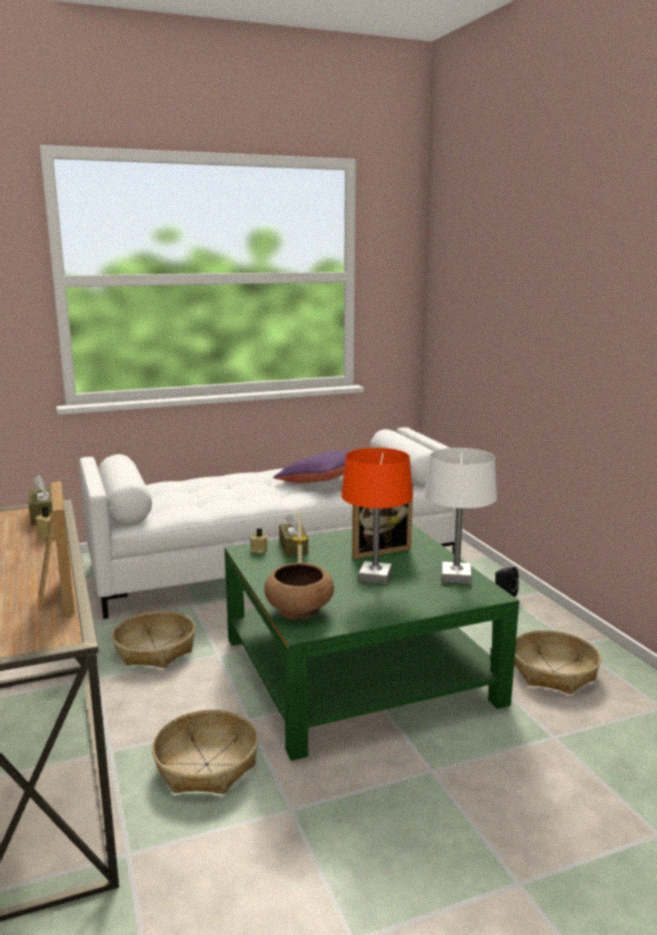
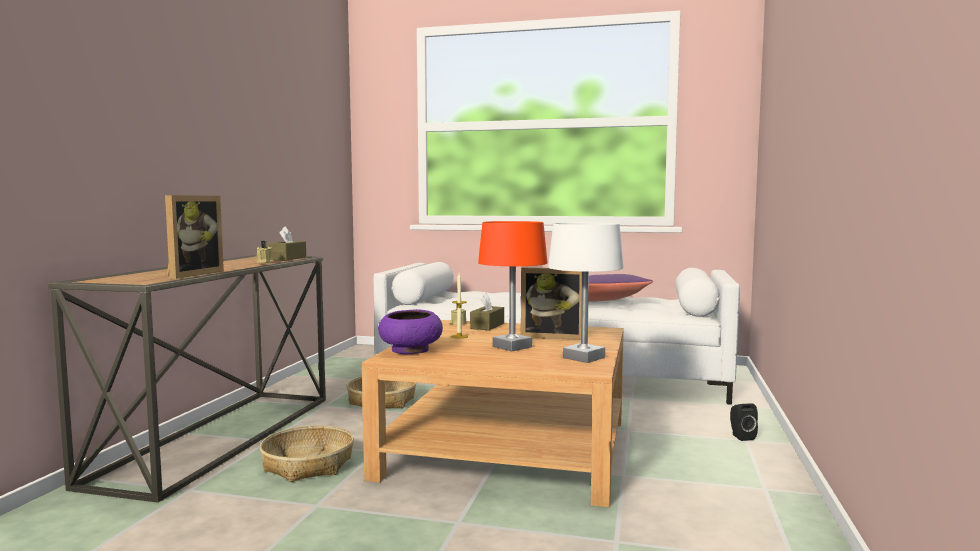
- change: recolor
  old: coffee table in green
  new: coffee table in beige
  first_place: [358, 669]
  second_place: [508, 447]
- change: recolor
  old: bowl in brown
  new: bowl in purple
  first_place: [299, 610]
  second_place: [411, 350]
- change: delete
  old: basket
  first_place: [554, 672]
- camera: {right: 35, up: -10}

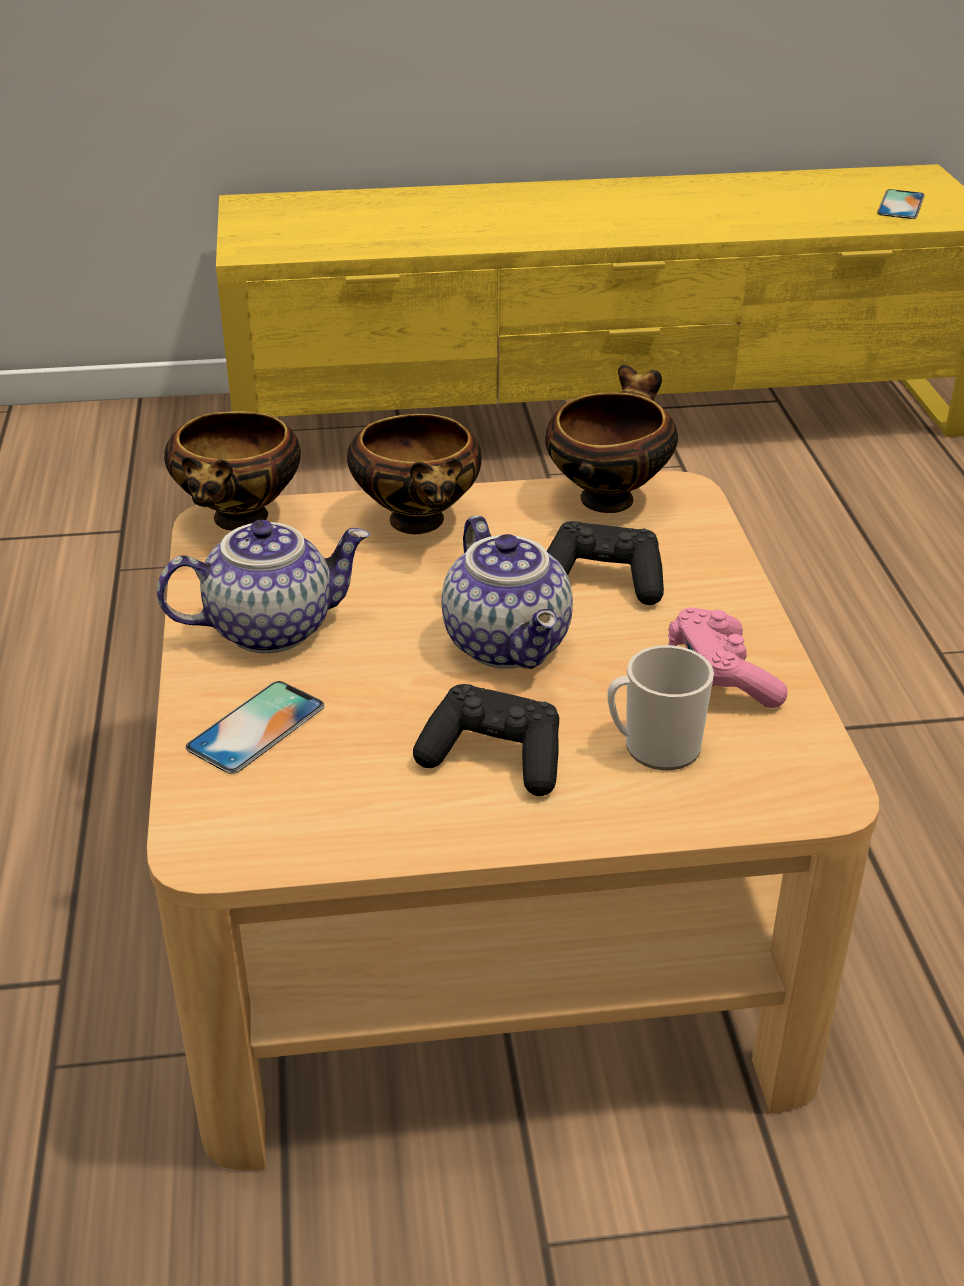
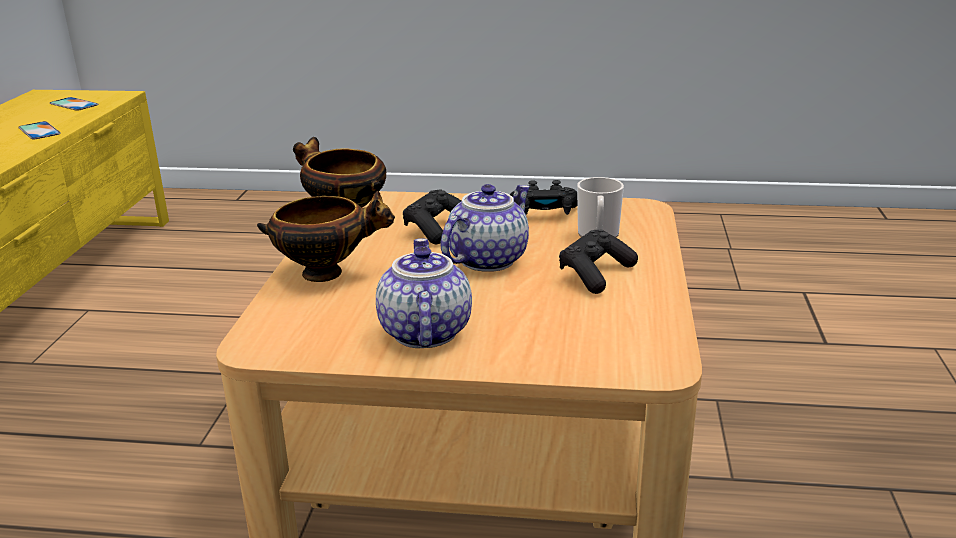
- change: delete
  old: bowl
  first_place: [240, 521]
- change: rotate
  old: teapot
  first_place: [510, 644]
  second_place: [487, 259]
  degrees: -45
- change: recolor
  old: game controller in pink
  new: game controller in black
  first_place: [720, 677]
  second_place: [544, 214]
- change: move
  old: phone
  first_place: [256, 727]
  second_place: [39, 131]
- camera: {right: -75, up: -10}

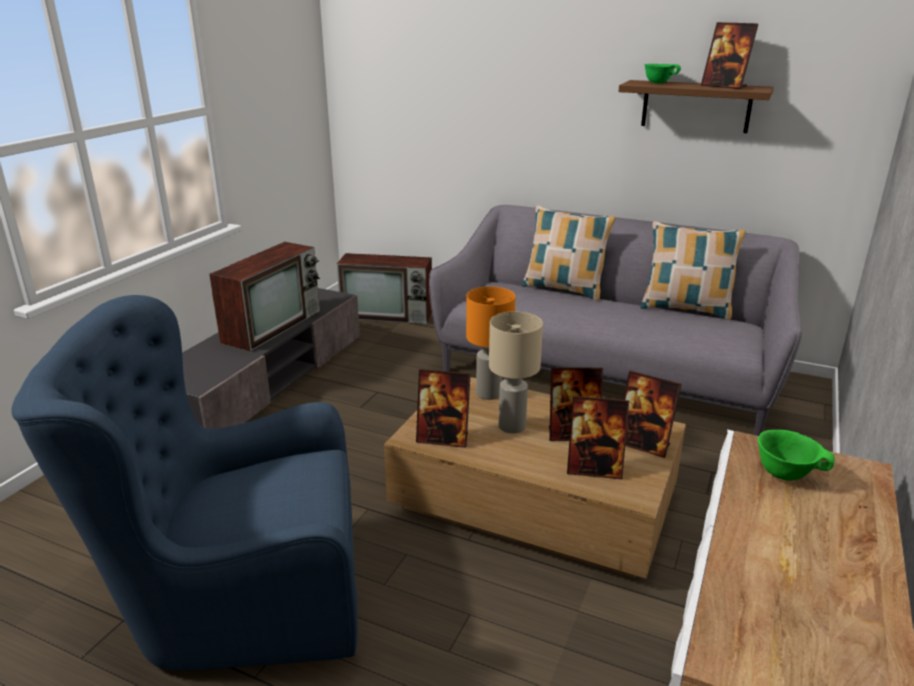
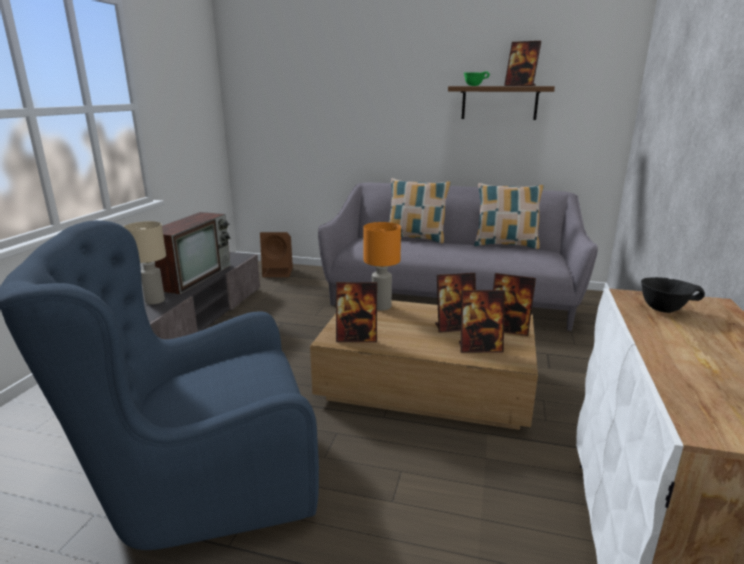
- change: replace
  old: television
  new: speaker in brown
  first_place: [389, 314]
  second_place: [278, 272]
- change: move
  old: table lamp in beige
  first_place: [511, 426]
  second_place: [154, 301]
- change: recolor
  old: bowl in green
  new: bowl in black
  first_place: [785, 474]
  second_place: [663, 309]
- camera: {right: -10, up: -5}

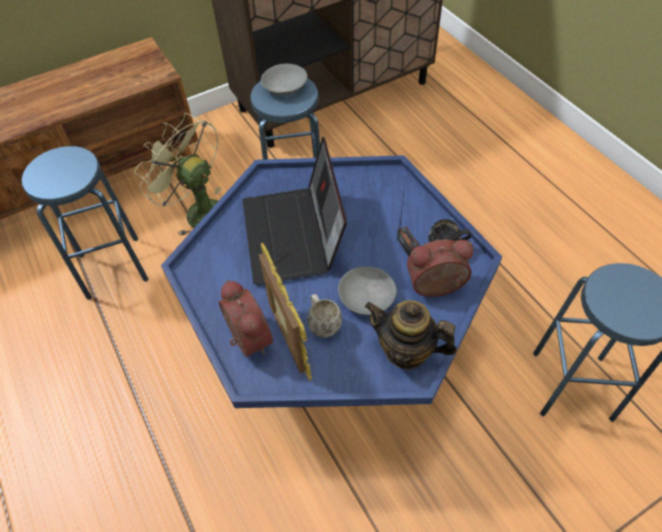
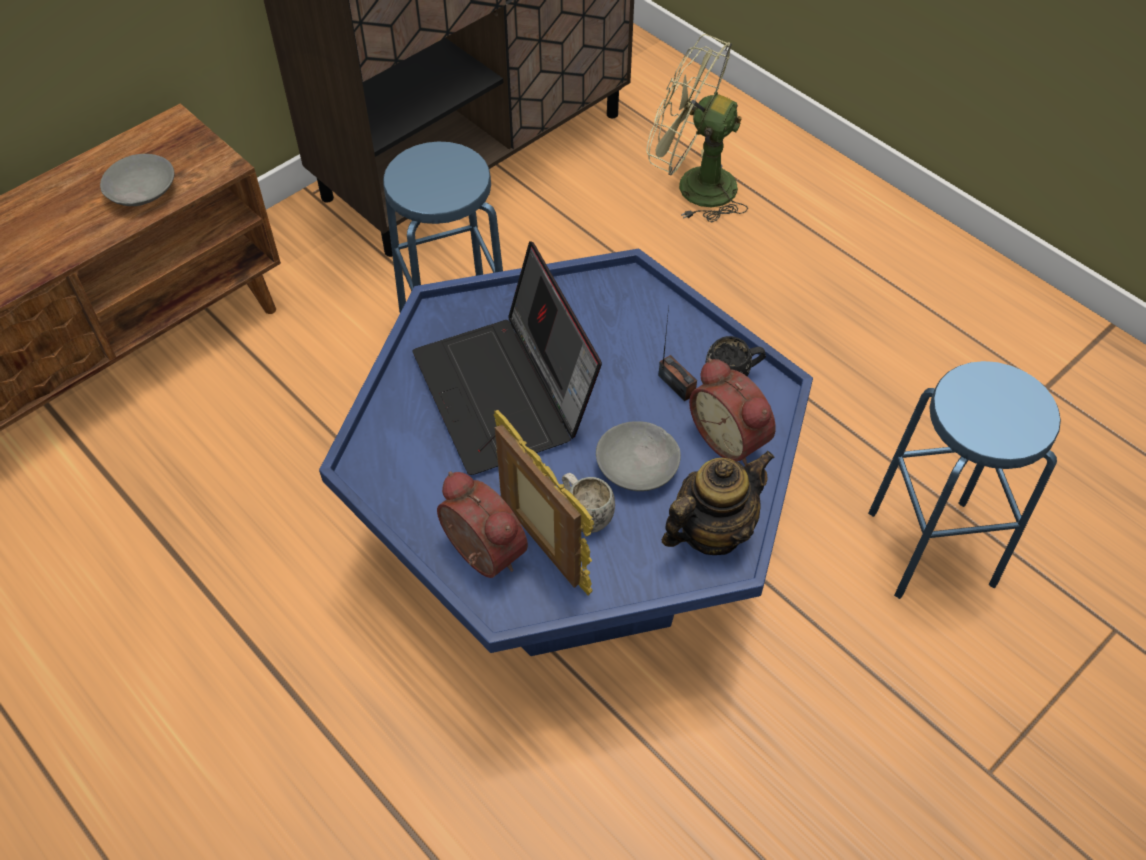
- change: move
  old: bowl in grey
  first_place: [284, 87]
  second_place: [141, 192]
- change: move
  old: fan in green
  first_place: [198, 212]
  second_place: [693, 186]
- change: delete
  old: stool in blue
  first_place: [113, 267]
- change: rotate
  old: alarm clock
  first_place: [436, 288]
  second_place: [731, 437]
  degrees: -105
- change: rotate
  old: teapot
  first_place: [406, 351]
  second_place: [711, 531]
  degrees: 135
- camera: {right: -15, up: 0}

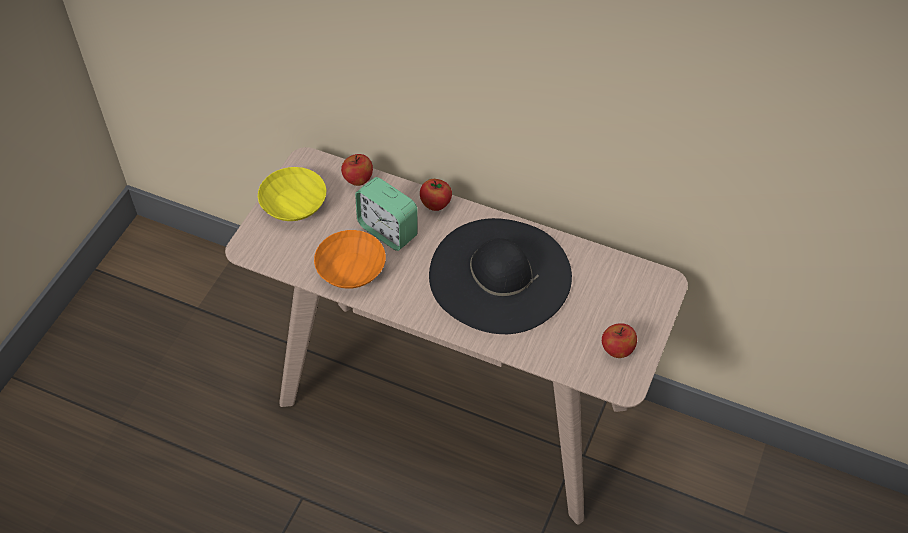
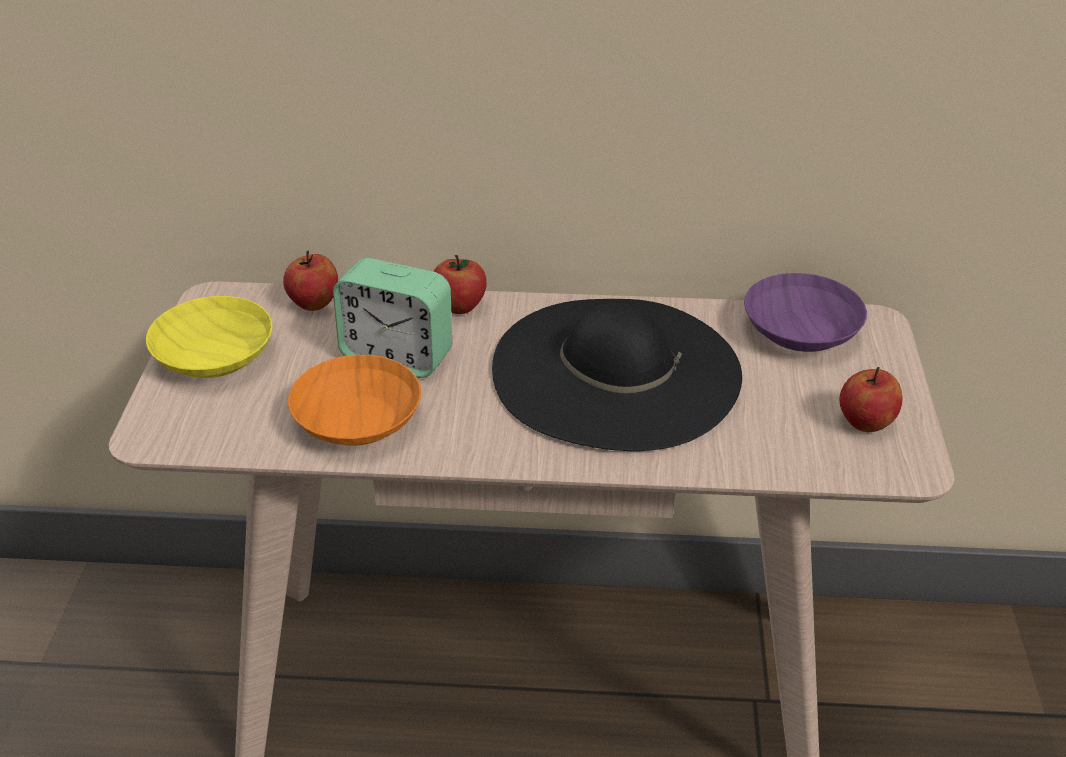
- change: insert
  new: bowl in purple
  second_place: [802, 334]
- camera: {right: -20, up: -15}

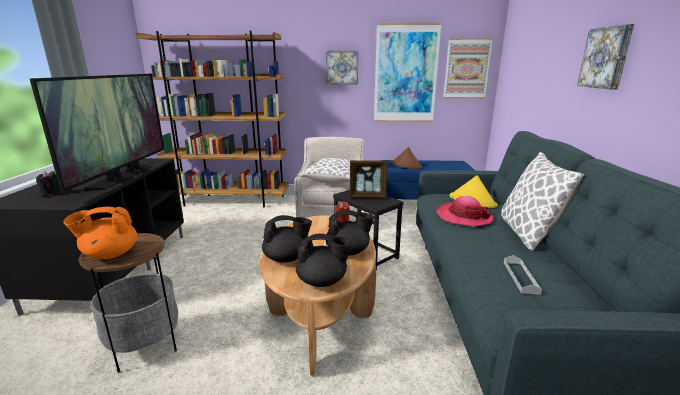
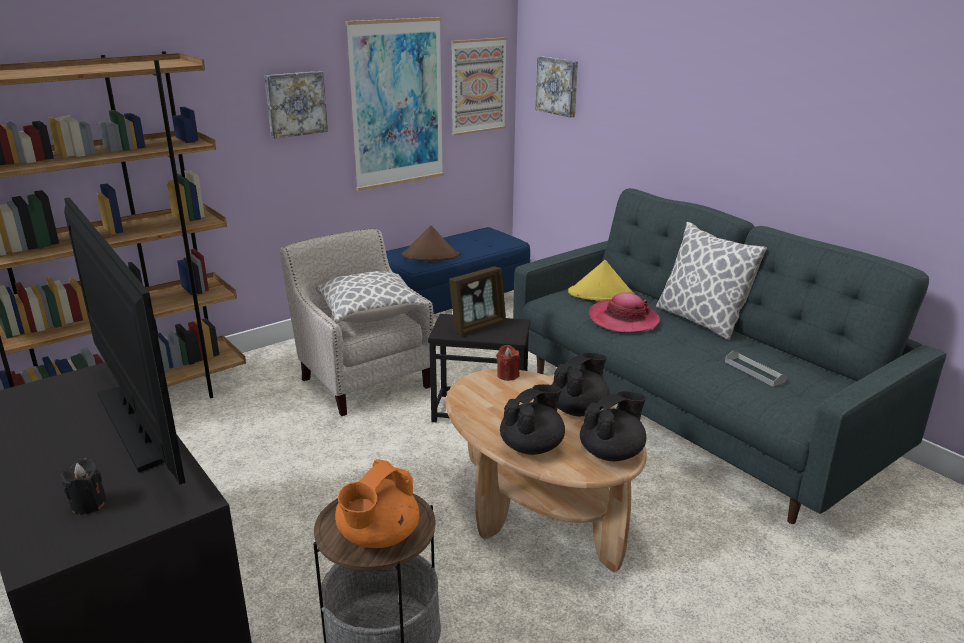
- change: move
  old: picture
  first_place: [606, 58]
  second_place: [558, 86]
- camera: {right: -40, up: 5}

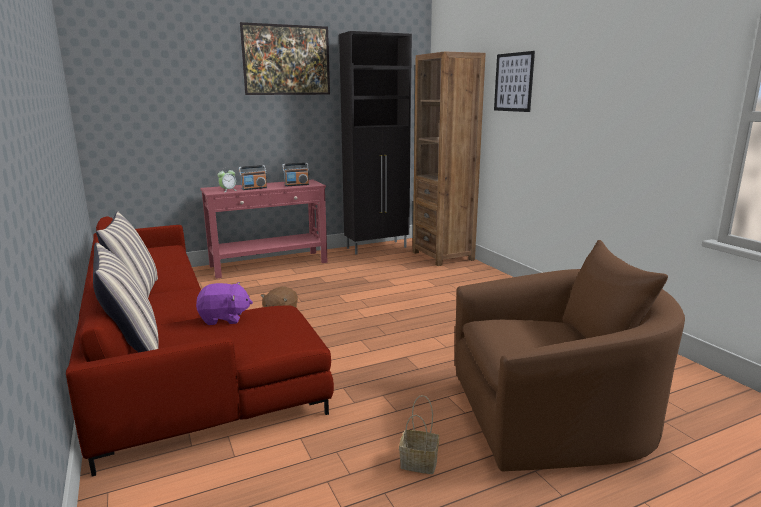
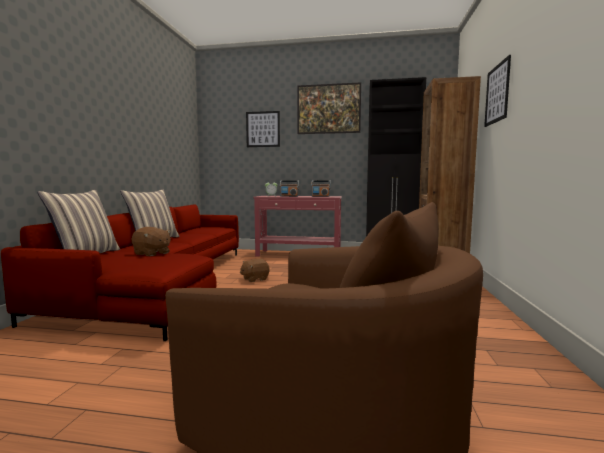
- change: recolor
  old: plush toy in purple
  new: plush toy in brown
  first_place: [224, 318]
  second_place: [152, 253]
- change: delete
  old: basket
  first_place: [417, 463]
- change: insert
  new: picture
  second_place: [263, 129]
- camera: {right: 35, up: -10}

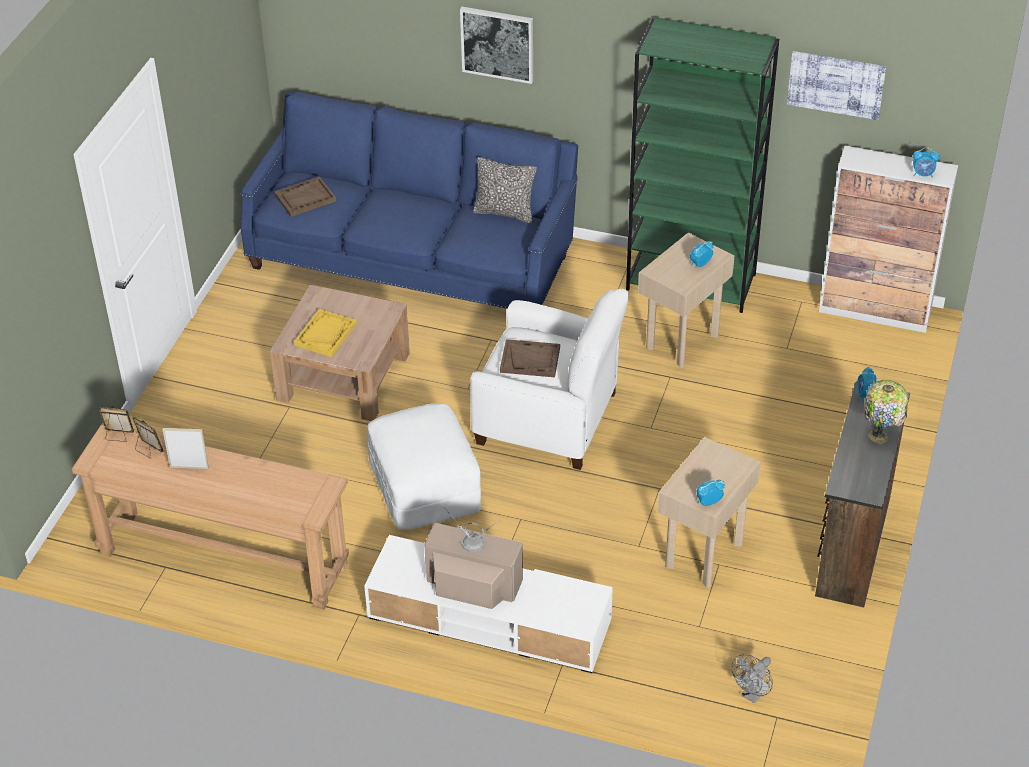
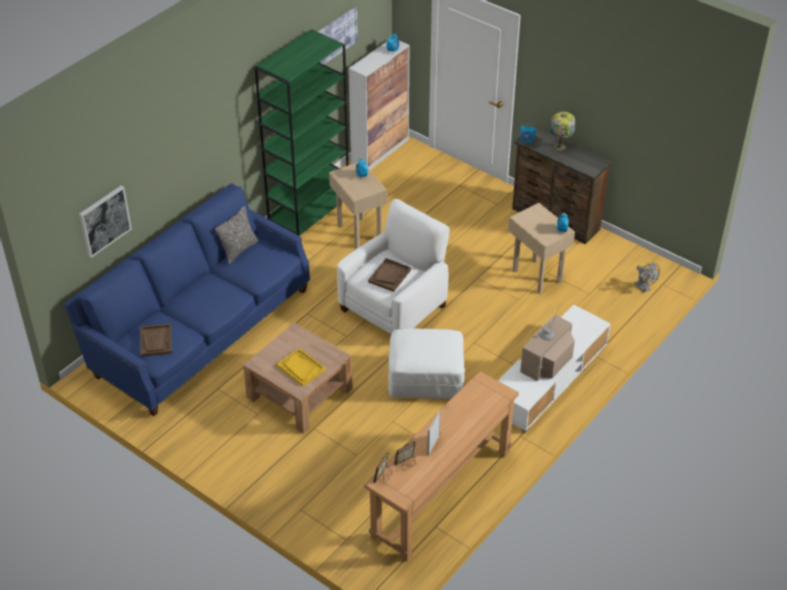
- change: move
  old: picture
  first_place: [497, 44]
  second_place: [104, 220]
- camera: {right: -70, up: 0}

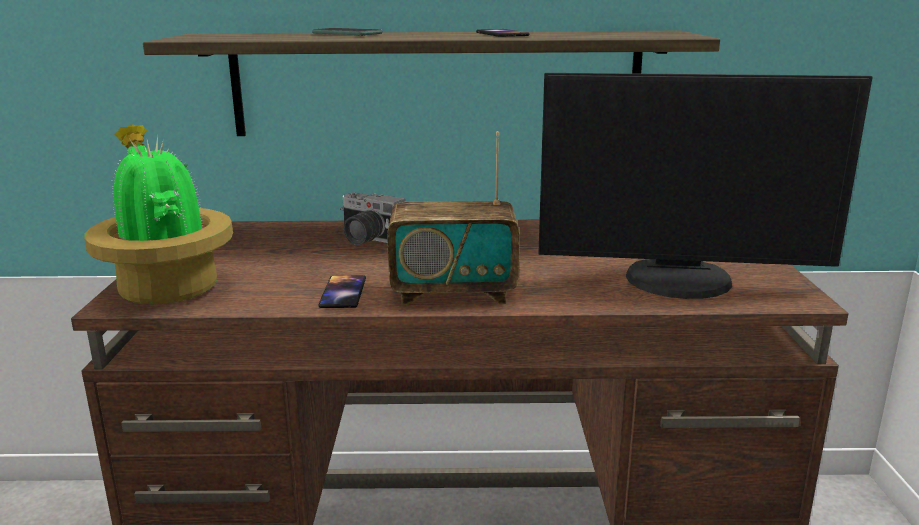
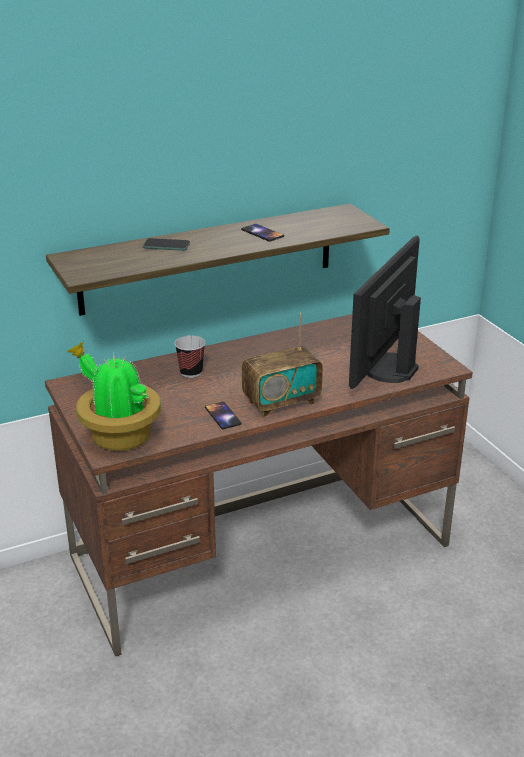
- change: rotate
  old: monitor
  first_place: [679, 281]
  second_place: [387, 368]
  degrees: 135
- change: replace
  old: photo camera
  new: cup
  first_place: [367, 240]
  second_place: [191, 372]
- camera: {right: -25, up: 10}

